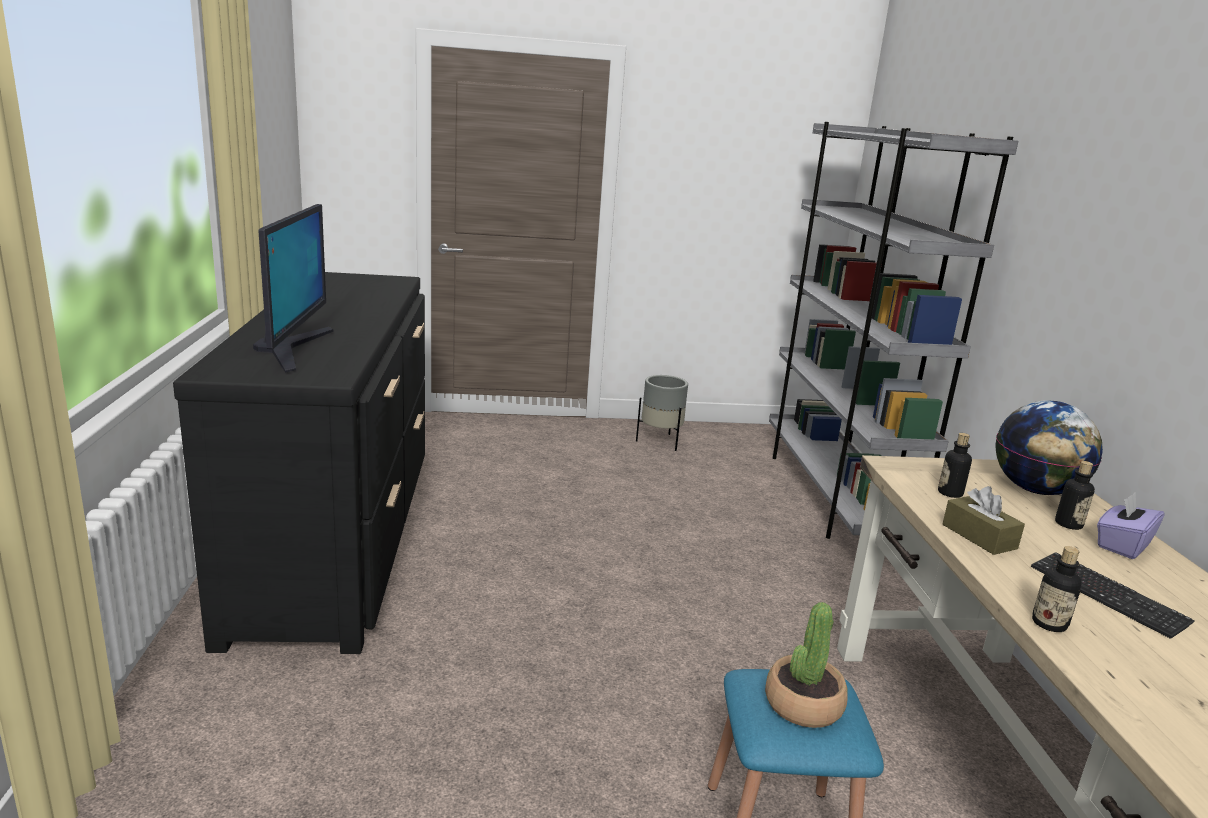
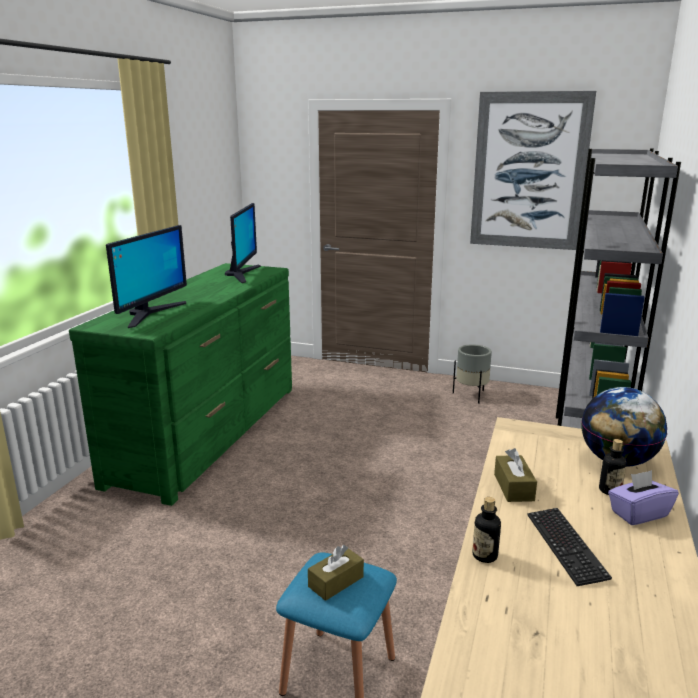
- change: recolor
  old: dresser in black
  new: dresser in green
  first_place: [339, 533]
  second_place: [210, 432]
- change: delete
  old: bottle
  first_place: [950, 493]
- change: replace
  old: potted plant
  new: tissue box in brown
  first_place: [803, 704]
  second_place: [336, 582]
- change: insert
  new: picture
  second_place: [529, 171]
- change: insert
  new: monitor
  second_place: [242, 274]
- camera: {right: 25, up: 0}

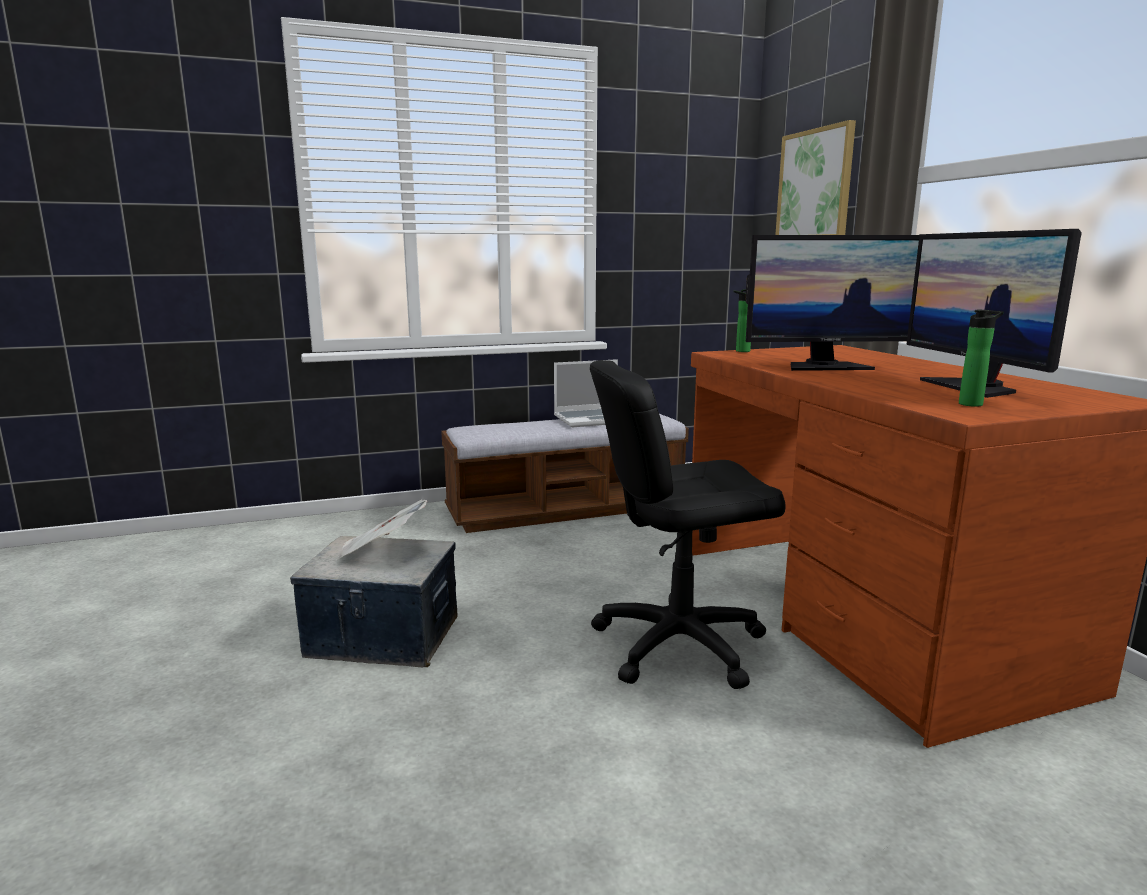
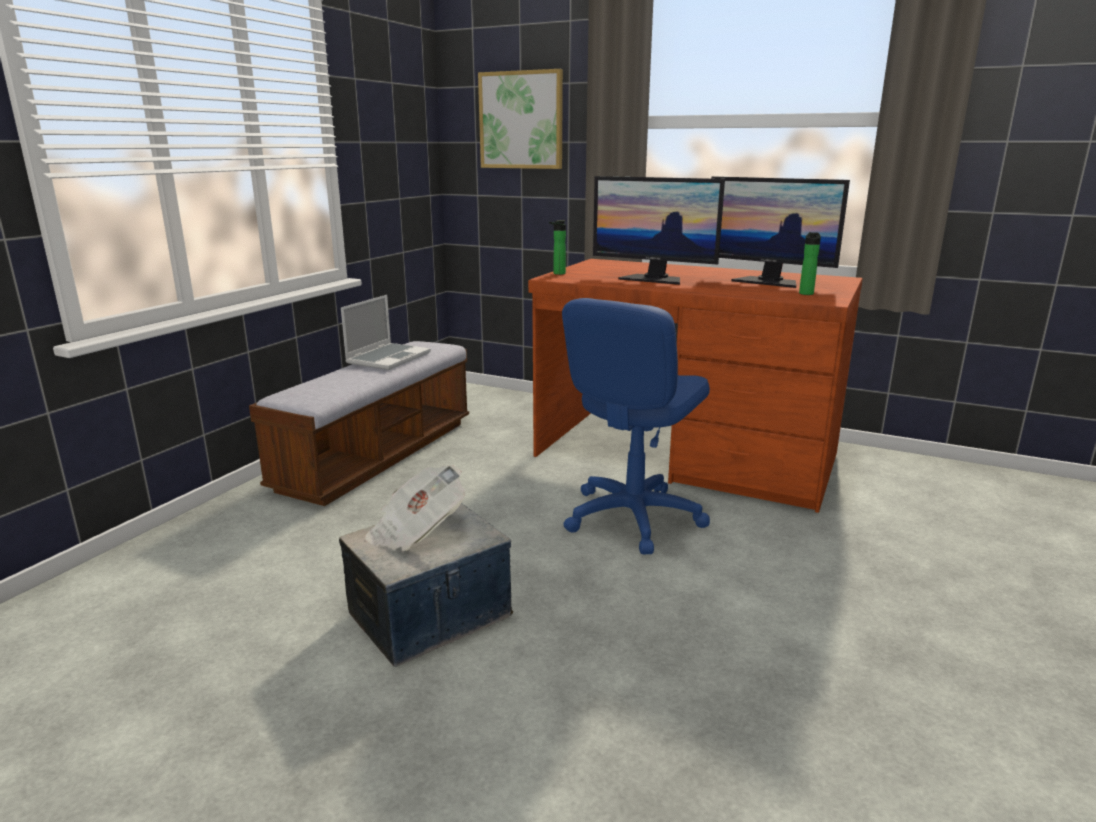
- change: rotate
  old: monitor
  first_place: [824, 366]
  second_place: [654, 279]
  degrees: 75
- change: recolor
  old: office chair in black
  new: office chair in blue
  first_place: [678, 644]
  second_place: [632, 517]
- camera: {right: -45, up: 5}

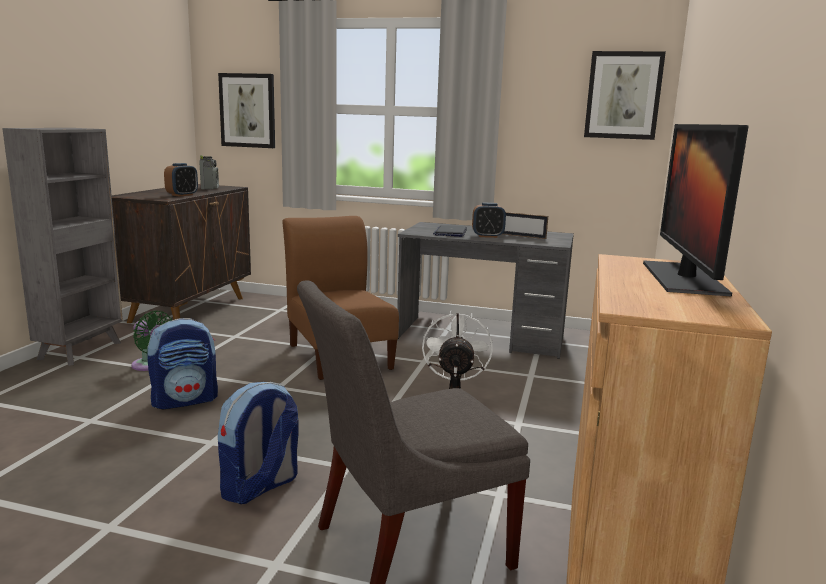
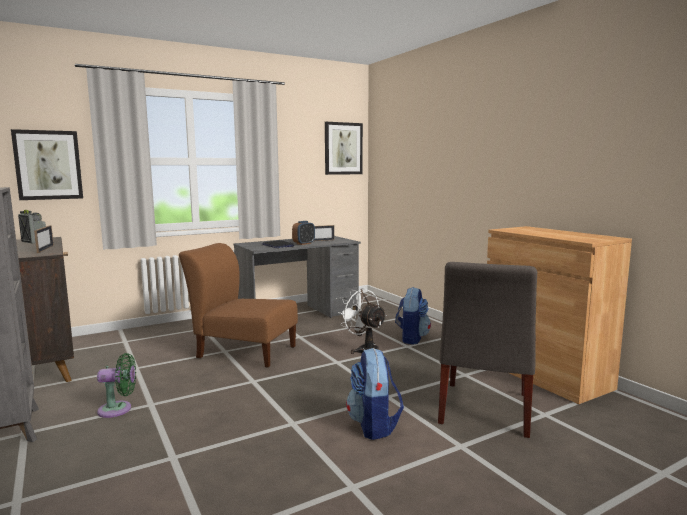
- change: delete
  old: monitor
  first_place: [683, 278]
- change: replace
  old: alarm clock
  new: picture frame
  first_place: [182, 195]
  second_place: [45, 249]
- change: move
  old: backpack
  first_place: [185, 400]
  second_place: [411, 338]
- camera: {right: -45, up: -5}

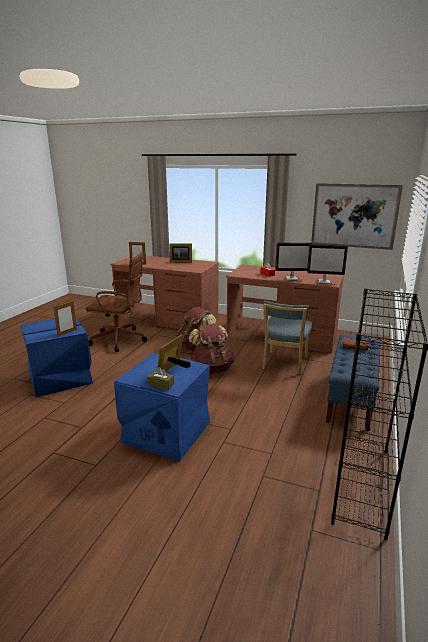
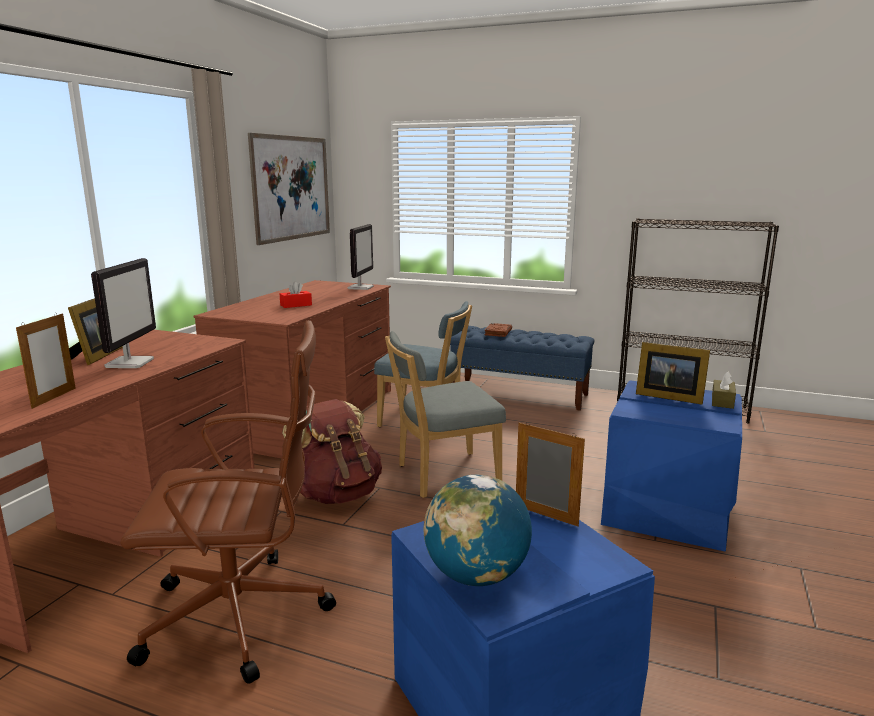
- change: move
  old: monitor
  first_place: [292, 278]
  second_place: [130, 363]
- change: rotate
  old: office chair in brown
  first_place: [120, 340]
  second_place: [242, 616]
  degrees: 75
- change: replace
  old: backpack in brown
  new: chair in grey
  first_place: [211, 369]
  second_place: [443, 475]
- change: insert
  new: globe
  second_place: [476, 576]
- camera: {right: -90, up: -5}

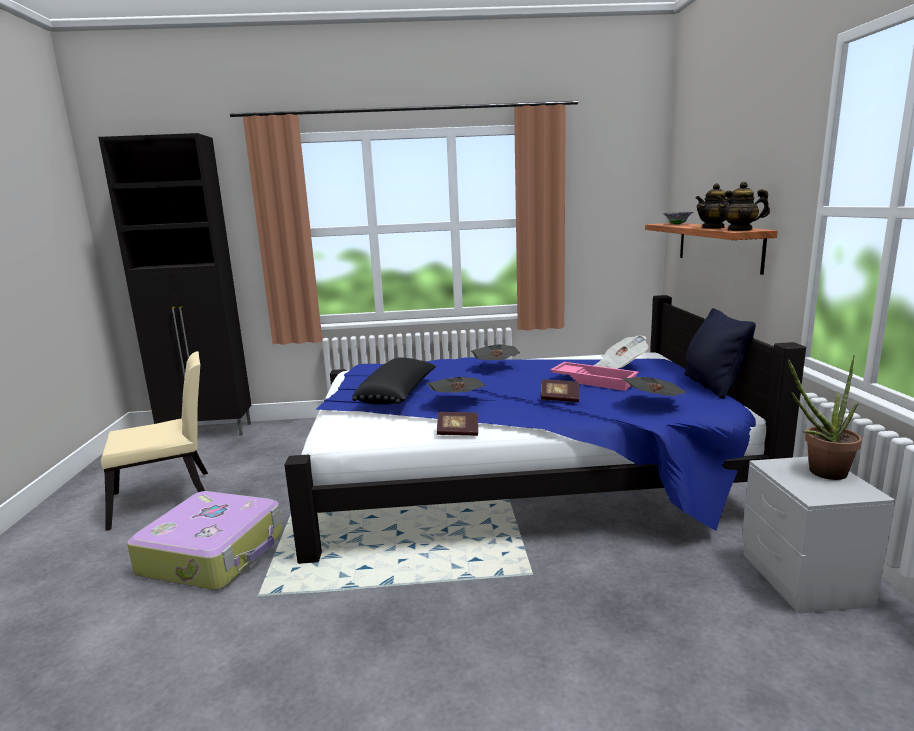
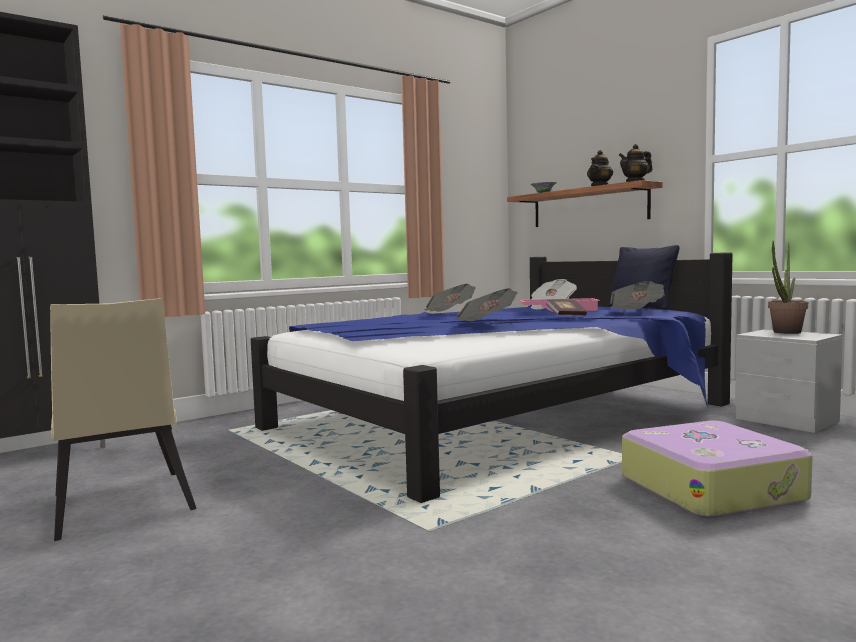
- change: rotate
  old: chair in beige
  first_place: [170, 499]
  second_place: [120, 507]
  degrees: 120
- change: delete
  old: pillow in black
  first_place: [399, 395]
- change: delete
  old: book
  first_place: [457, 432]
- change: move
  old: suitcase
  first_place: [214, 554]
  second_place: [711, 488]
- camera: {right: -35, up: -10}

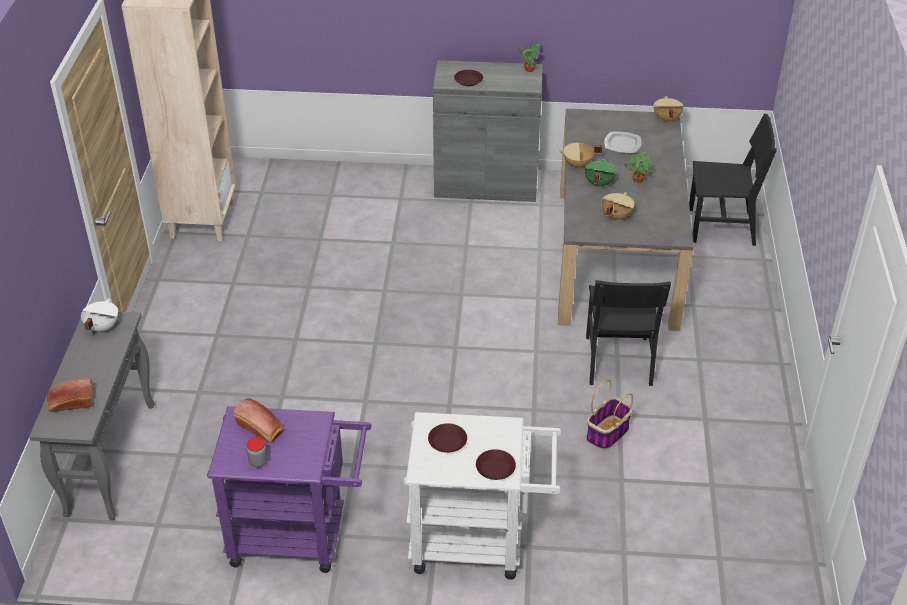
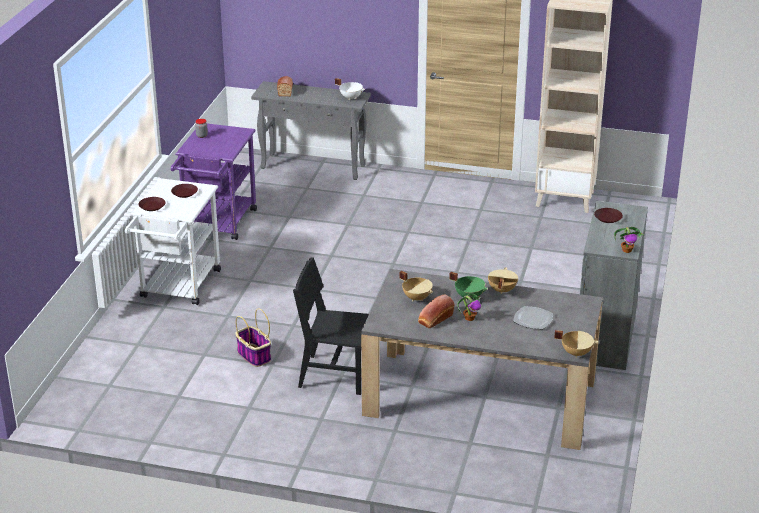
- change: delete
  old: chair in black
  first_place: [721, 227]
- change: move
  old: bread
  first_place: [261, 428]
  second_place: [435, 319]
- camera: {right: 100, up: -10}

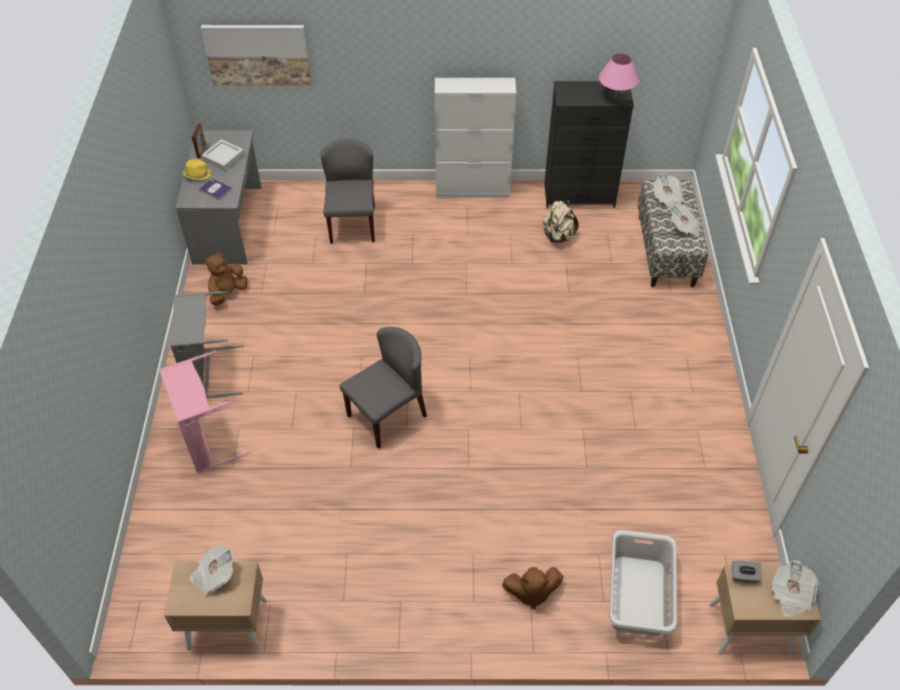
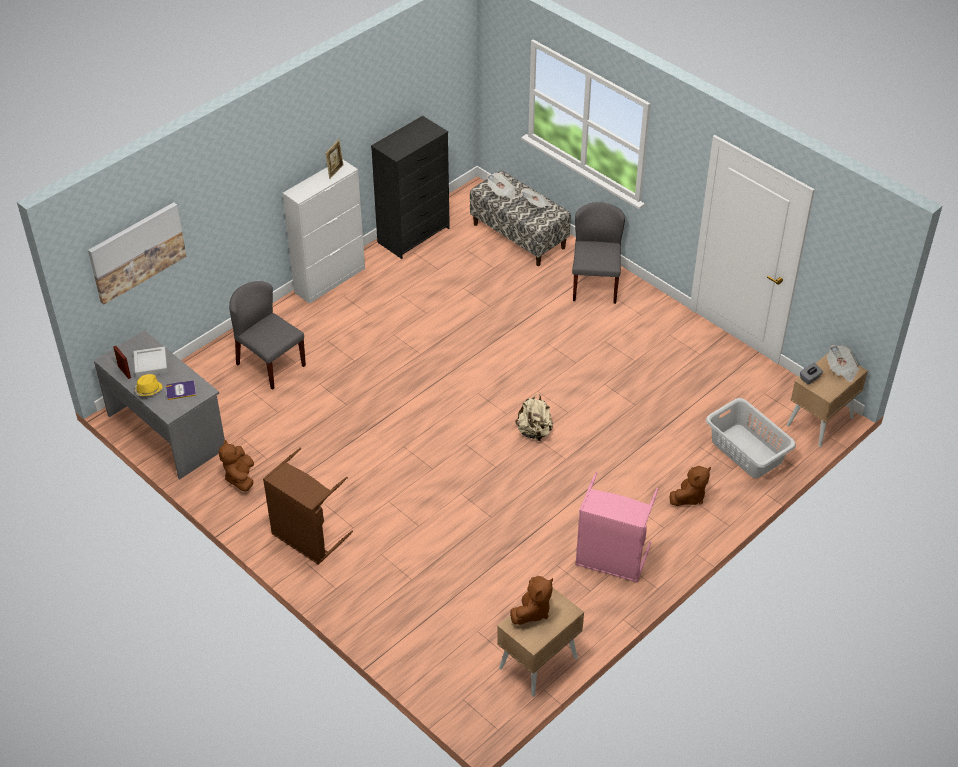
- change: delete
  old: table lamp in pink
  first_place: [615, 96]
- change: move
  old: backpack in beige
  first_place: [558, 236]
  second_place: [534, 432]
- change: recolor
  old: laundry basket in grey
  new: laundry basket in brown
  first_place: [208, 373]
  second_place: [306, 538]
- change: move
  old: chair in grey
  first_place: [387, 415]
  second_place: [595, 285]
- change: move
  old: laundry basket in pink
  first_place: [206, 441]
  second_place: [611, 560]
- change: replace
  old: newspaper
  new: plush toy in brown
  first_place: [214, 575]
  second_place: [532, 611]
- change: insert
  new: picture frame
  second_place: [335, 171]
- camera: {right: -45, up: -5}

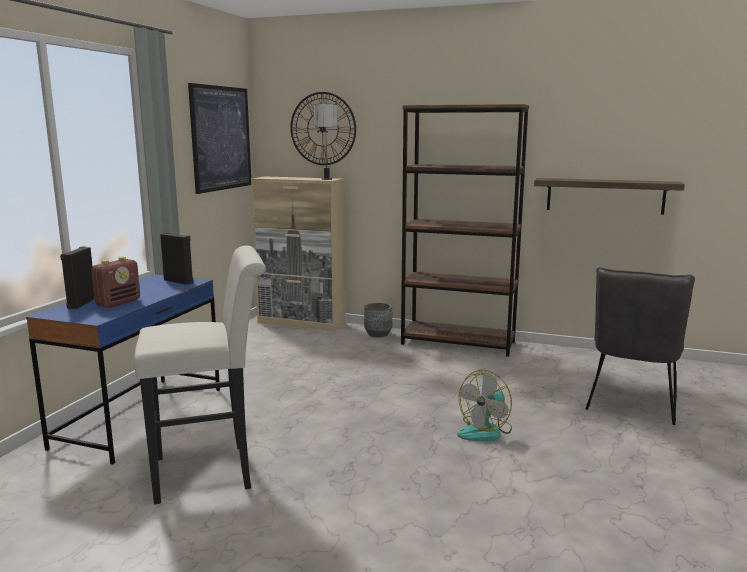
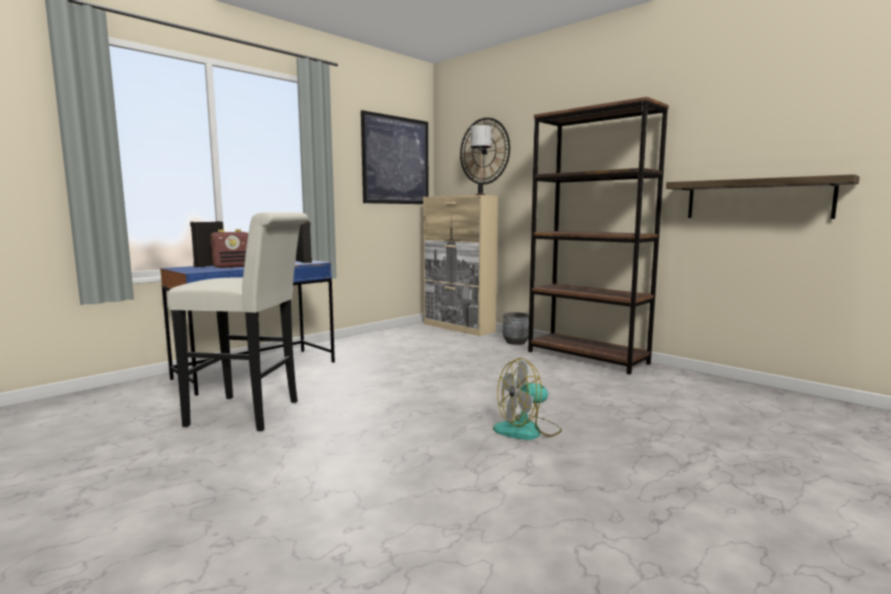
- change: delete
  old: chair in grey
  first_place: [631, 404]
- camera: {right: 25, up: -5}

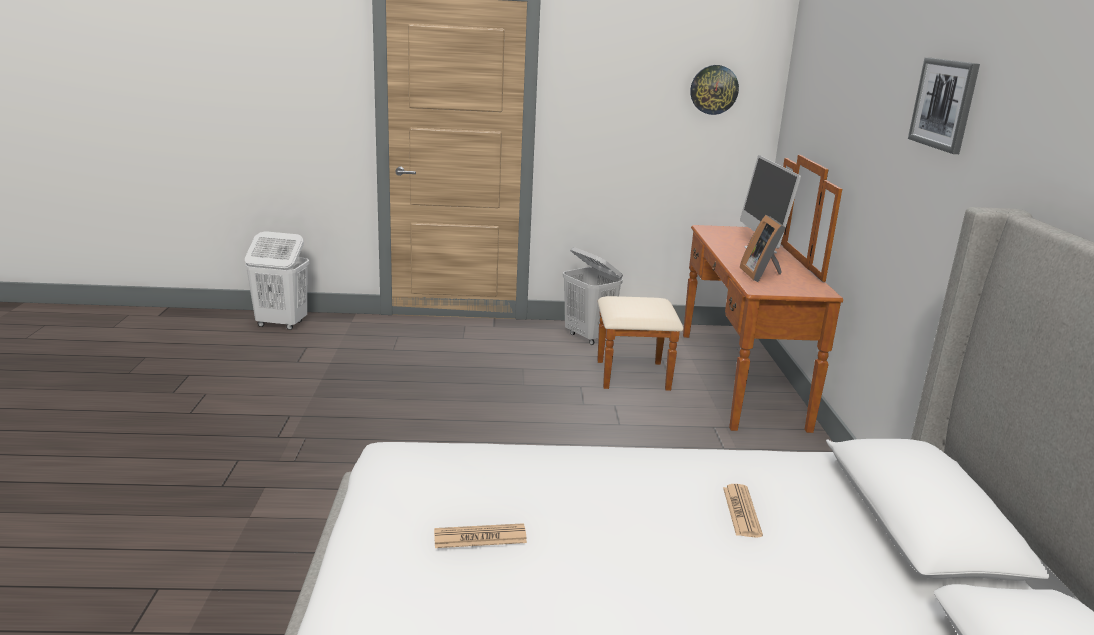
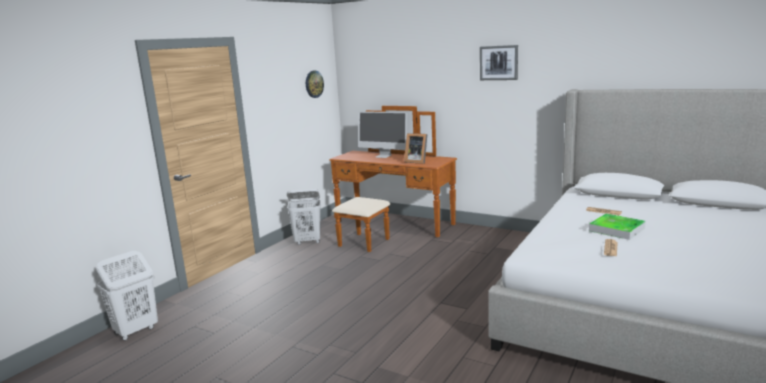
- change: insert
  new: tray
  second_place: [616, 229]
- camera: {right: -55, up: -5}

